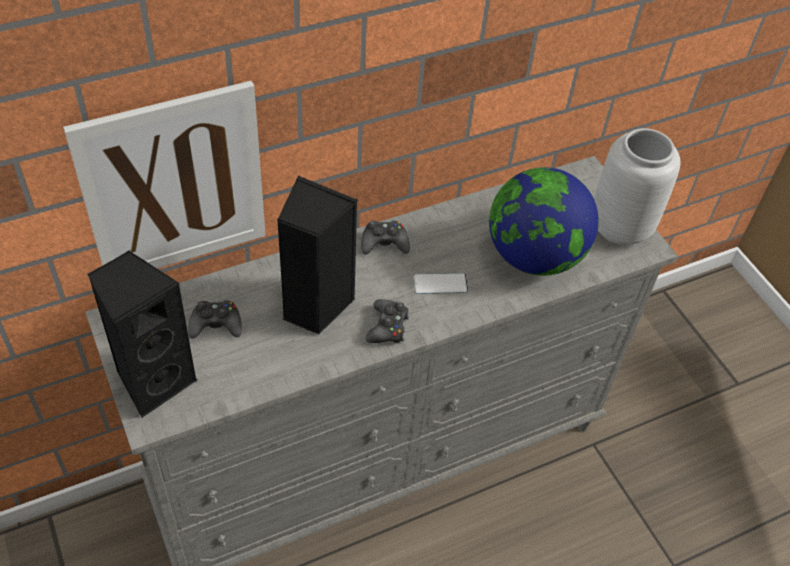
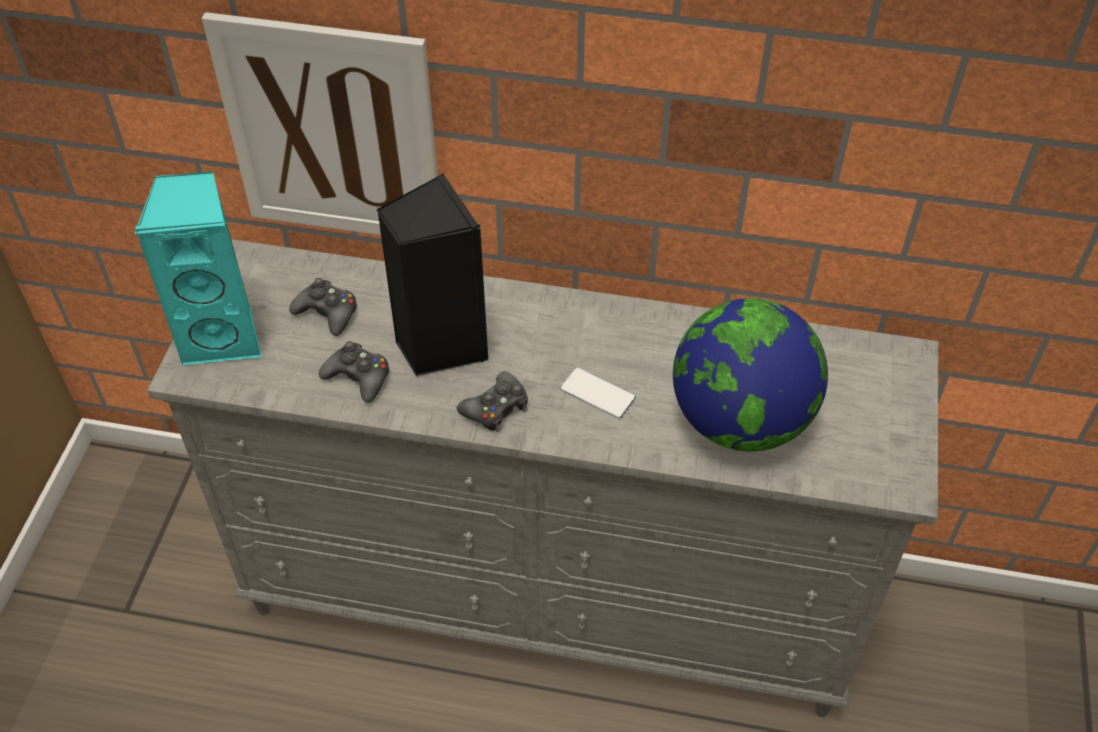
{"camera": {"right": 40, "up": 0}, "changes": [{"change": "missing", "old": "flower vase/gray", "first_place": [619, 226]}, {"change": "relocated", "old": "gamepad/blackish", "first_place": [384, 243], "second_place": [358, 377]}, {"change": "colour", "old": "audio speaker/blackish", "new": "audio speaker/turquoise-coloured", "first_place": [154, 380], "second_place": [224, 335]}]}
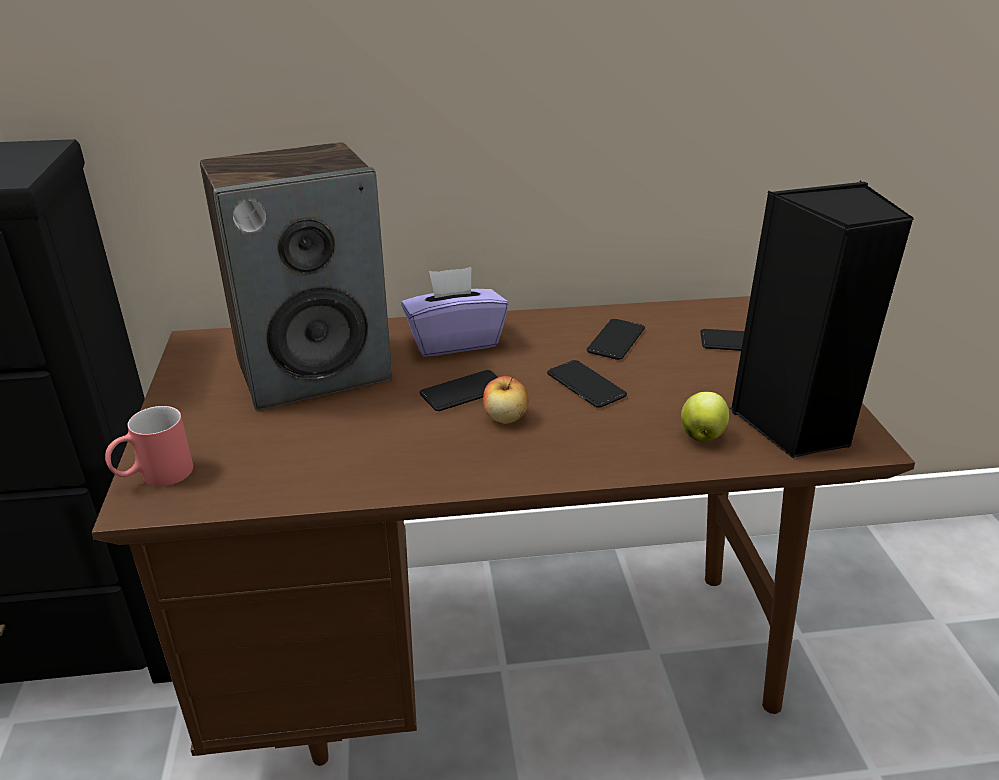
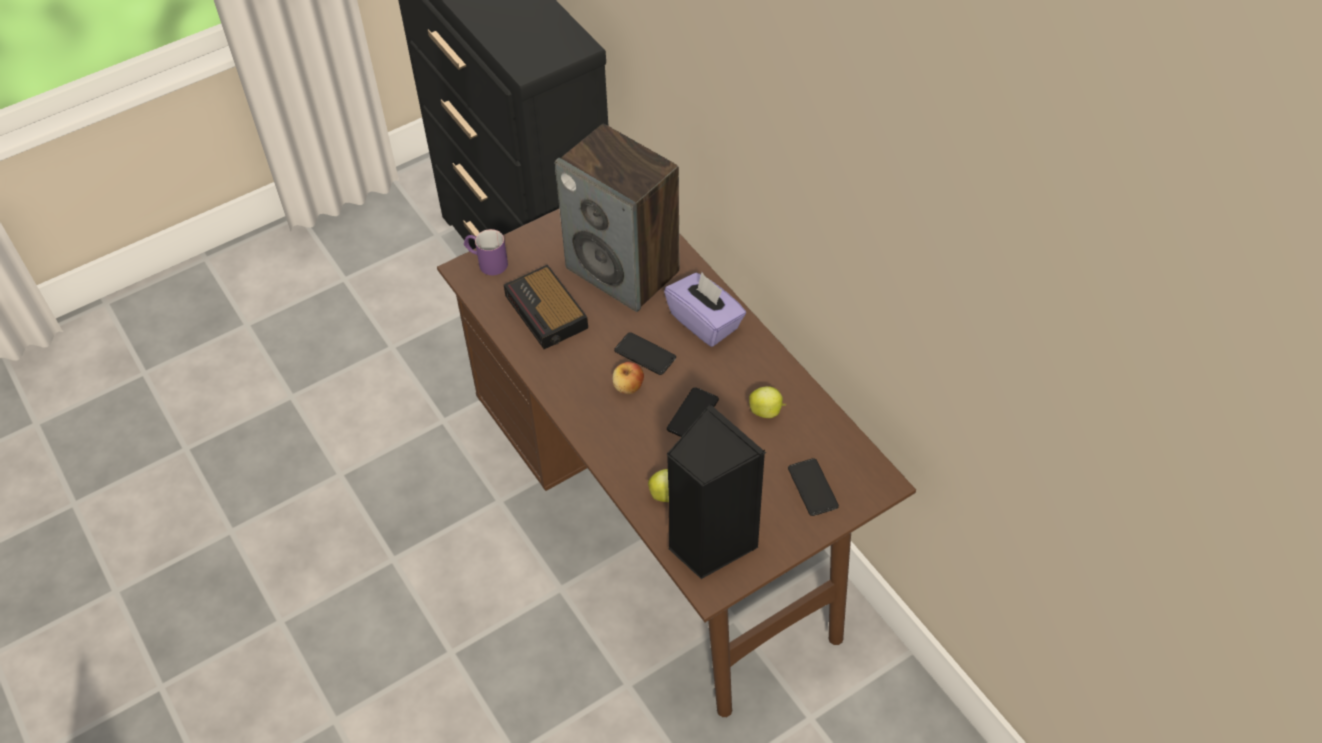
{"camera": {"right": 65, "up": 20}, "changes": [{"change": "exchanged", "old": "telephone", "new": "apple", "first_place": [616, 340], "second_place": [766, 411]}, {"change": "colour", "old": "tea mug/red-coloured", "new": "tea mug/purplish", "first_place": [154, 476], "second_place": [486, 262]}, {"change": "appeared", "new": "bedside clock", "second_place": [547, 313]}]}
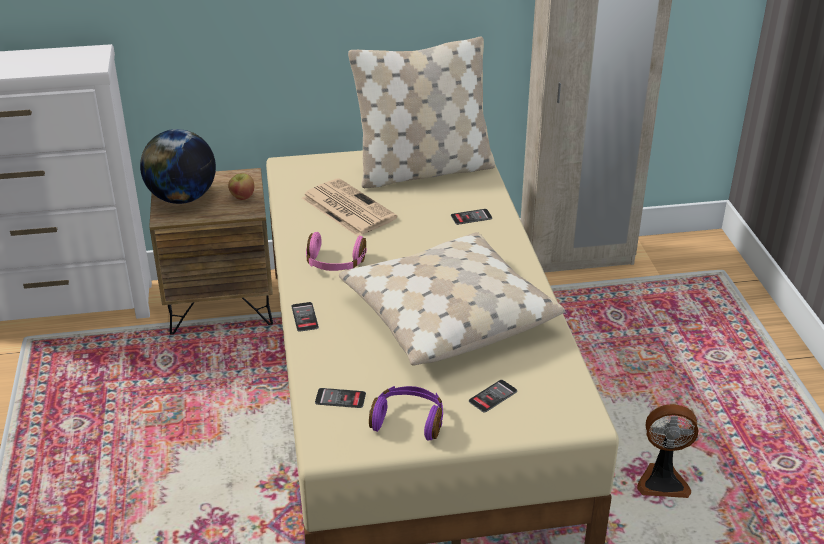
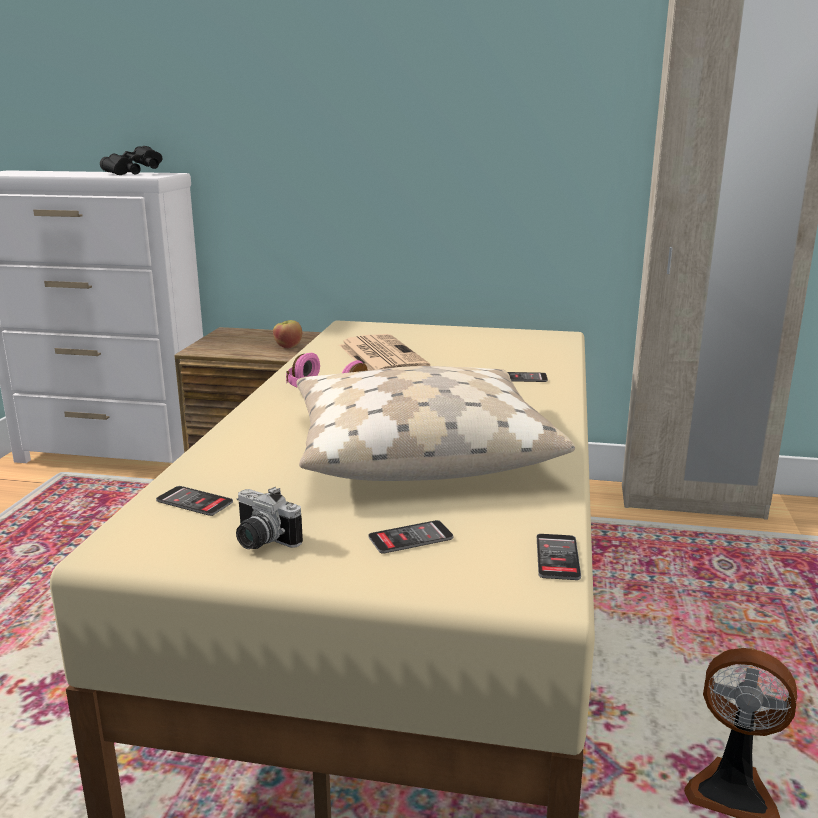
{"camera": {"right": 20, "up": -15}, "changes": [{"change": "missing", "old": "pillow/beige", "first_place": [423, 170]}, {"change": "missing", "old": "globe", "first_place": [182, 198]}, {"change": "relocated", "old": "telephone", "first_place": [304, 317], "second_place": [557, 557]}, {"change": "exchanged", "old": "headphones/purplish", "new": "still camera", "first_place": [408, 420], "second_place": [260, 541]}, {"change": "appeared", "new": "binoculars/blackish", "second_place": [135, 174]}]}
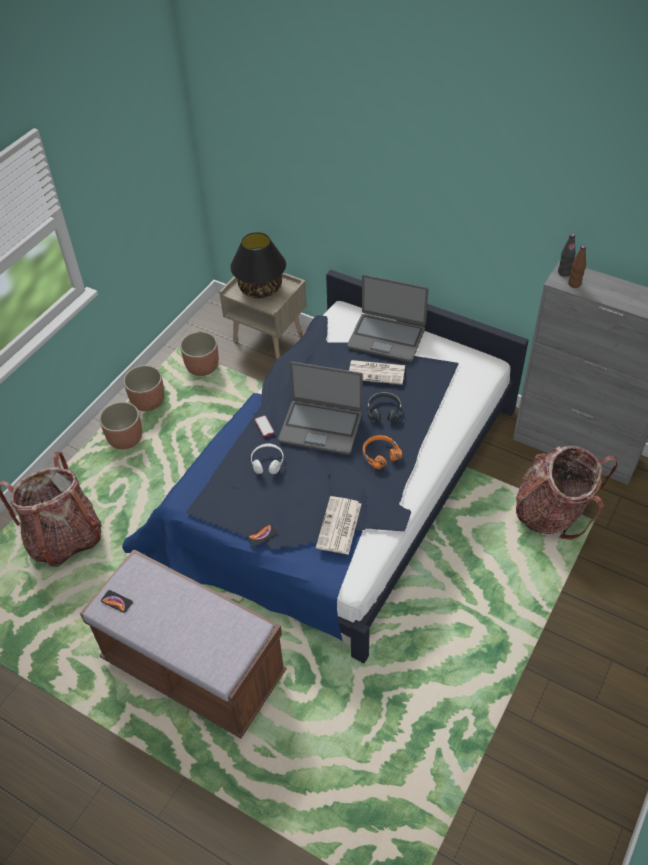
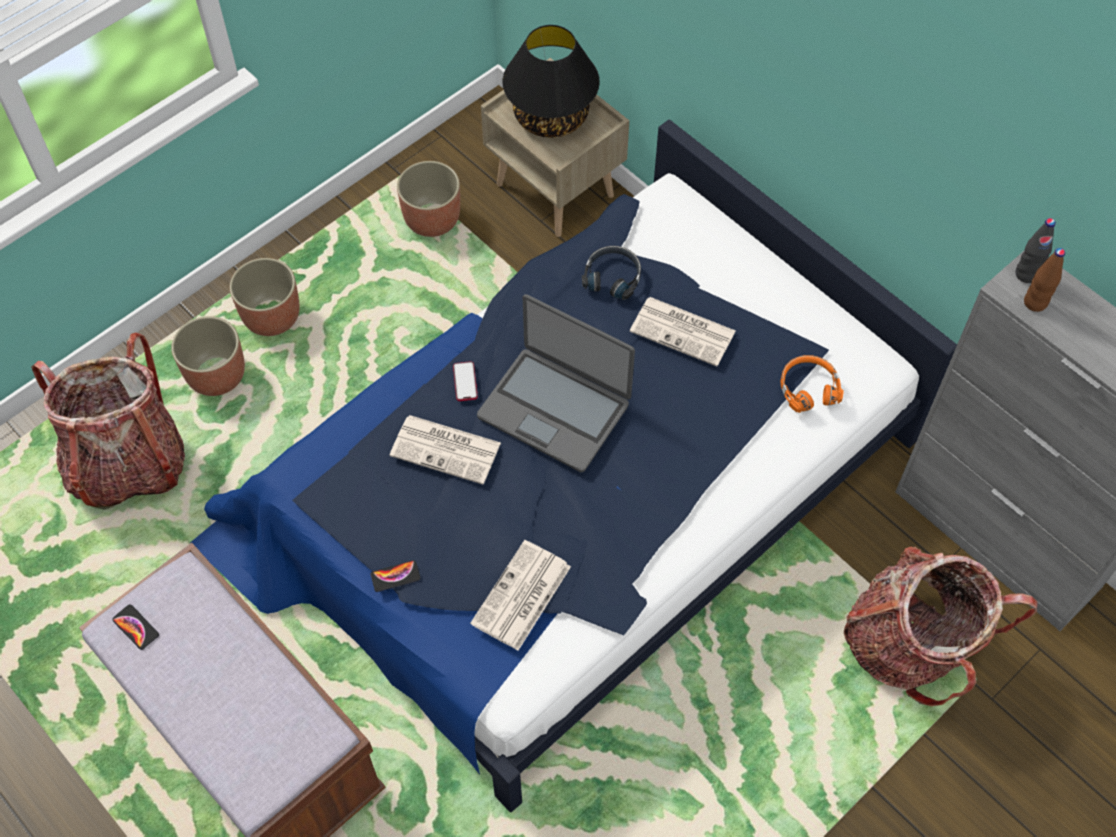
{"camera": {"right": 15, "up": 10}, "changes": [{"change": "missing", "old": "notebook computer", "first_place": [386, 337]}, {"change": "relocated", "old": "plant pot", "first_place": [148, 401], "second_place": [216, 374]}, {"change": "relocated", "old": "headphones/blackish", "first_place": [384, 410], "second_place": [612, 276]}, {"change": "relocated", "old": "headphones/orange-coloured", "first_place": [380, 454], "second_place": [808, 387]}, {"change": "exchanged", "old": "headphones/white", "new": "newspaper", "first_place": [267, 462], "second_place": [447, 449]}]}
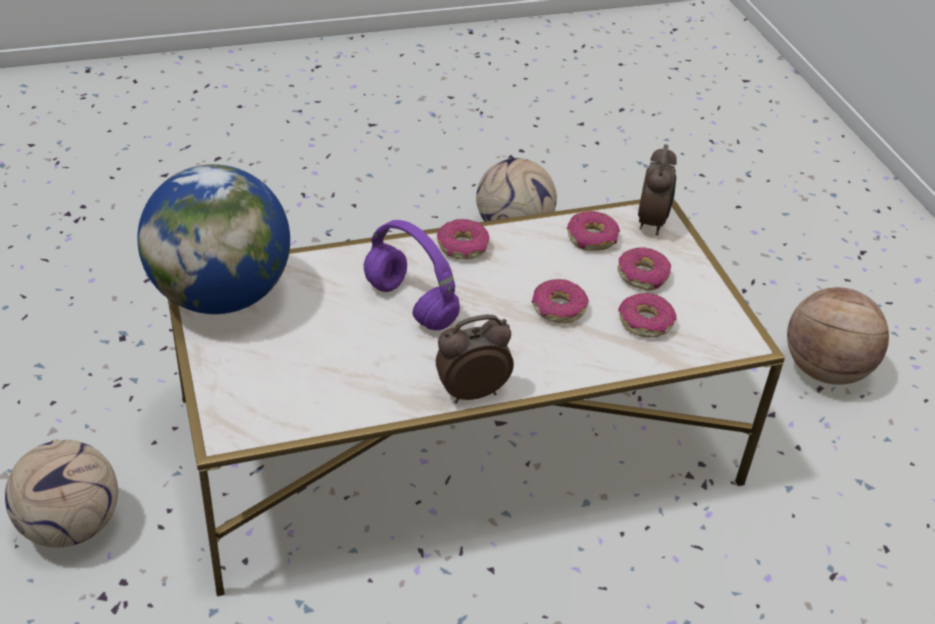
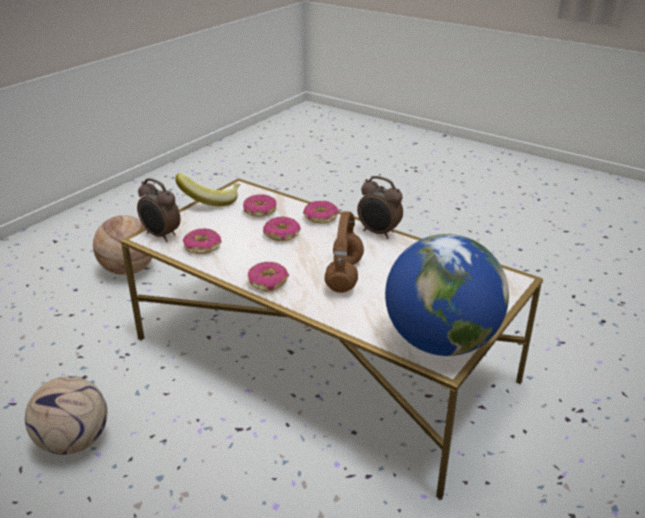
{"camera": {"right": -125, "up": -10}, "changes": [{"change": "spun", "old": "bedside clock", "first_place": [652, 222], "second_place": [161, 236], "degrees": -120}, {"change": "colour", "old": "headphones/purplish", "new": "headphones/brown-coloured", "first_place": [408, 304], "second_place": [345, 276]}, {"change": "relocated", "old": "ring doughnut", "first_place": [643, 275], "second_place": [320, 218]}, {"change": "missing", "old": "football ball", "first_place": [69, 526]}, {"change": "appeared", "new": "whole banana", "second_place": [211, 200]}]}
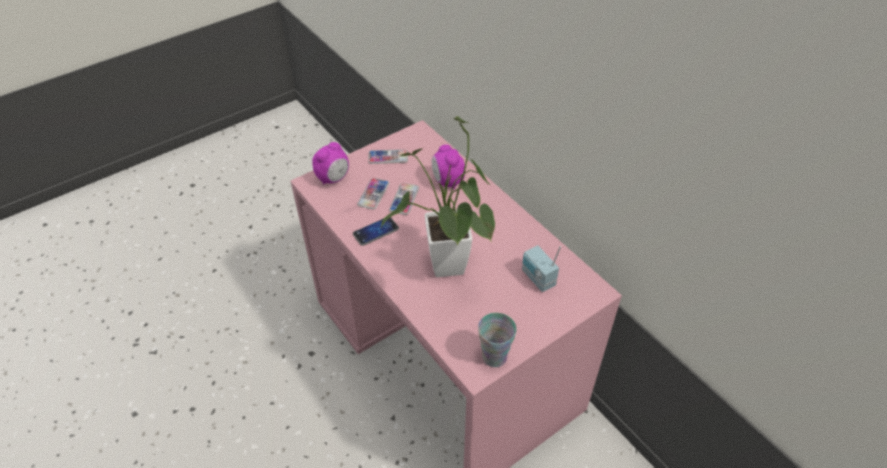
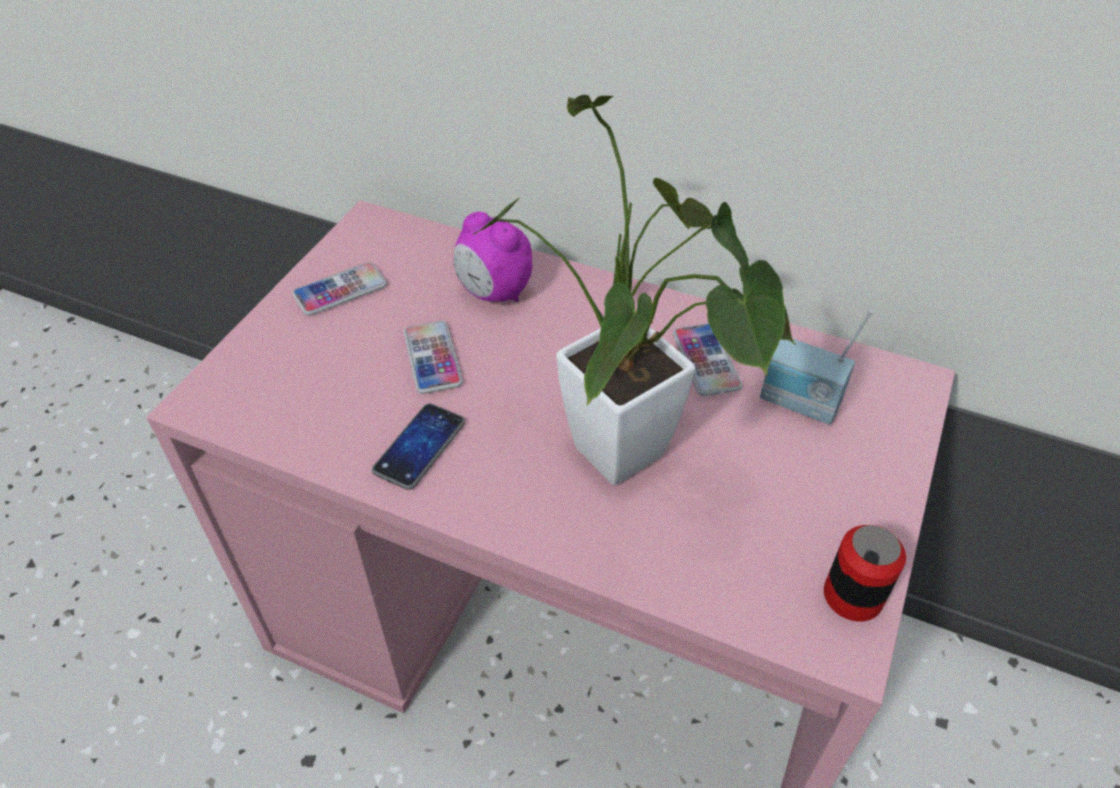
{"camera": {"right": -30, "up": 0}, "changes": [{"change": "missing", "old": "bedside clock", "first_place": [333, 178]}, {"change": "relocated", "old": "telephone", "first_place": [373, 194], "second_place": [706, 360]}, {"change": "exchanged", "old": "drinking cup", "new": "metal can", "first_place": [494, 357], "second_place": [852, 596]}]}
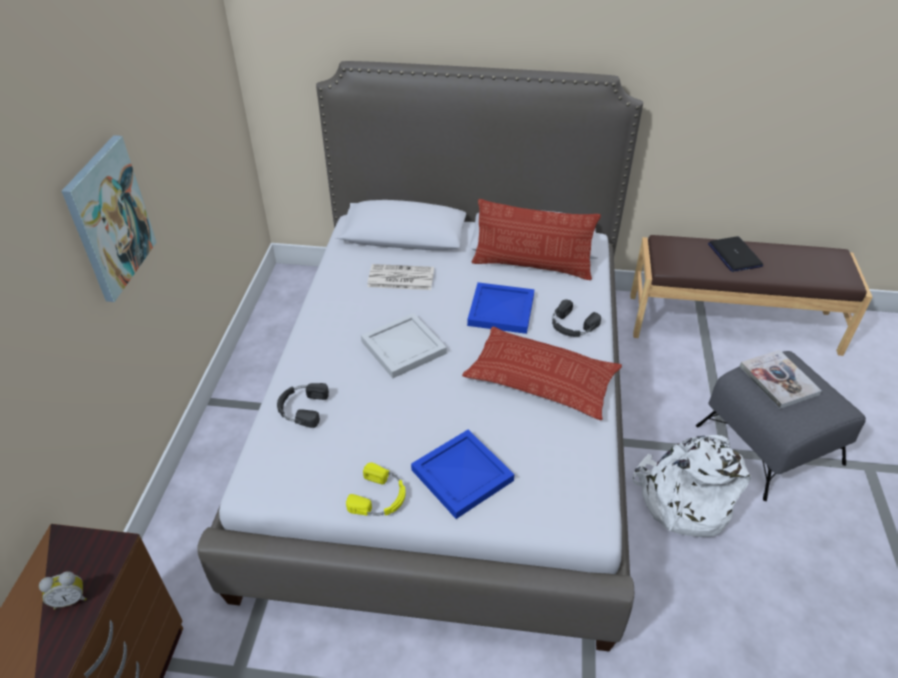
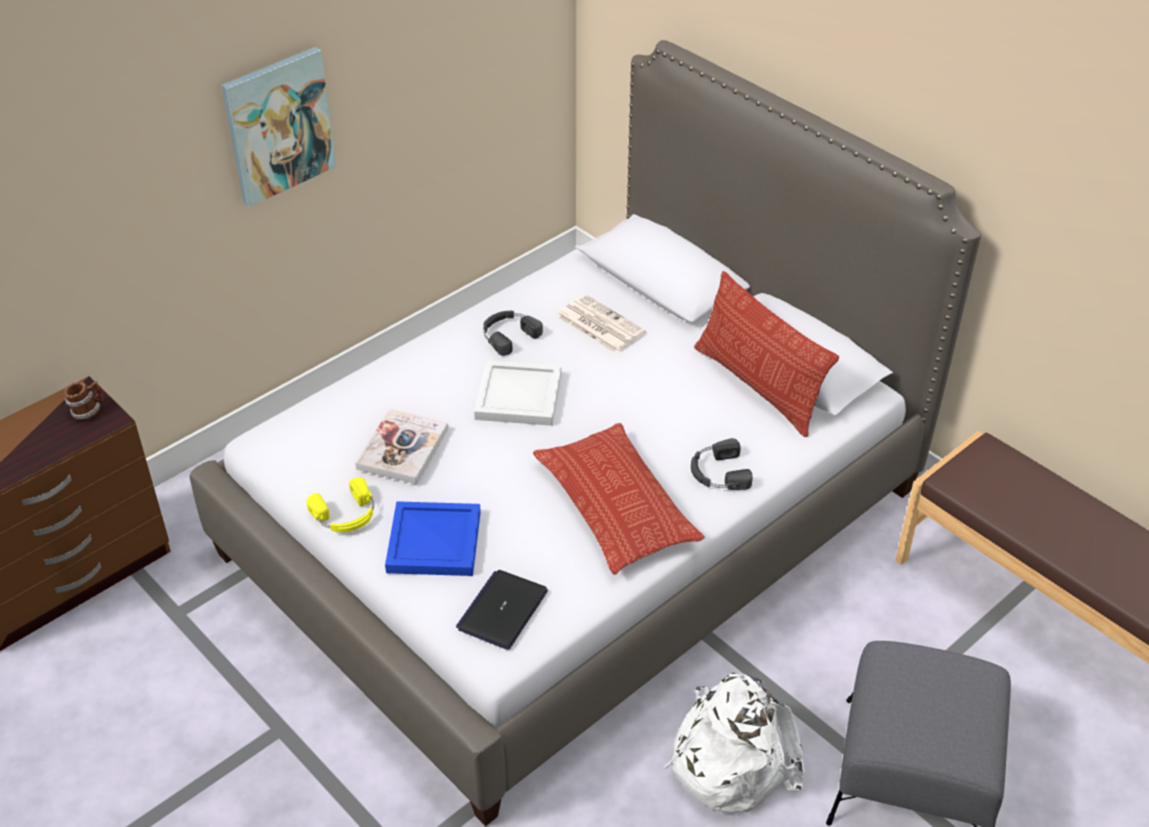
{"camera": {"right": 40, "up": 0}, "changes": [{"change": "relocated", "old": "notebook computer", "first_place": [734, 255], "second_place": [502, 610]}, {"change": "missing", "old": "serving tray/blue", "first_place": [502, 311]}, {"change": "relocated", "old": "volume", "first_place": [778, 380], "second_place": [403, 448]}, {"change": "relocated", "old": "headphones/blackish", "first_place": [301, 408], "second_place": [508, 334]}, {"change": "missing", "old": "bedside clock", "first_place": [70, 599]}, {"change": "appeared", "new": "tea mug", "second_place": [88, 412]}]}
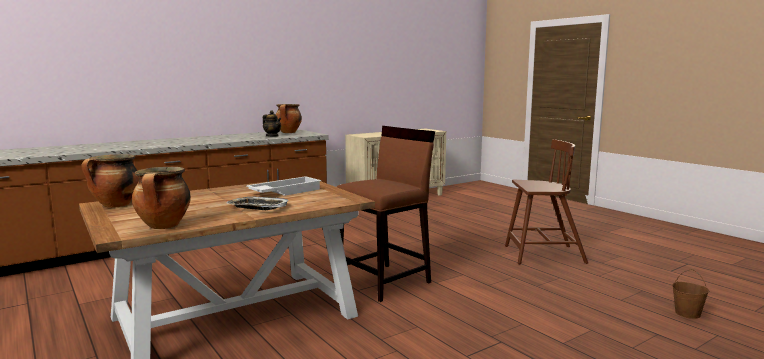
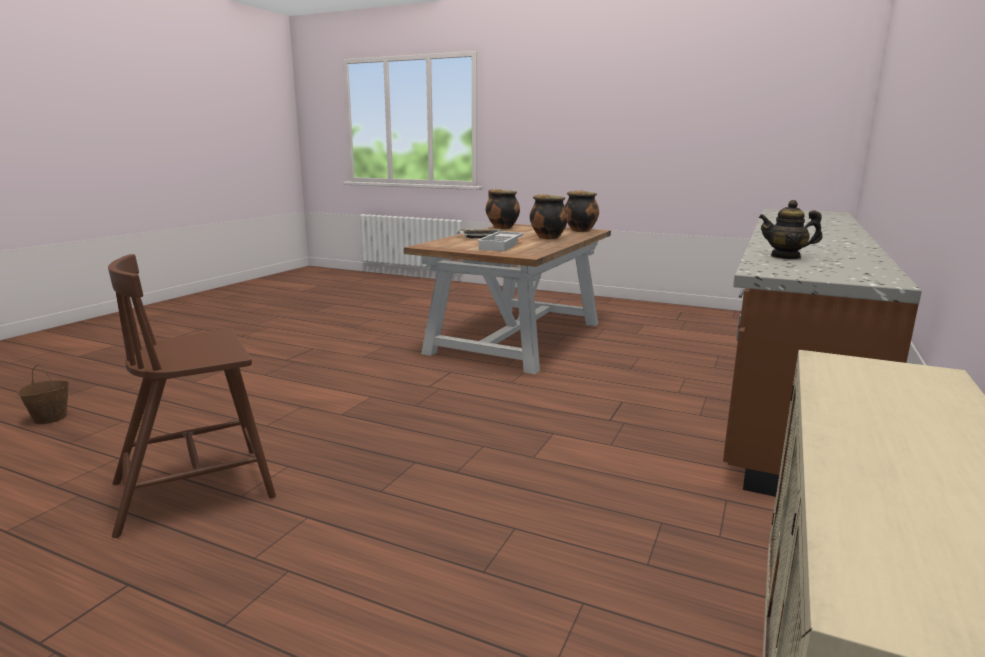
{"camera": {"right": 150, "up": 5}, "changes": [{"change": "relocated", "old": "cooking pot", "first_place": [288, 132], "second_place": [547, 238]}, {"change": "missing", "old": "sitting stool/brown-coloured", "first_place": [385, 282]}]}
